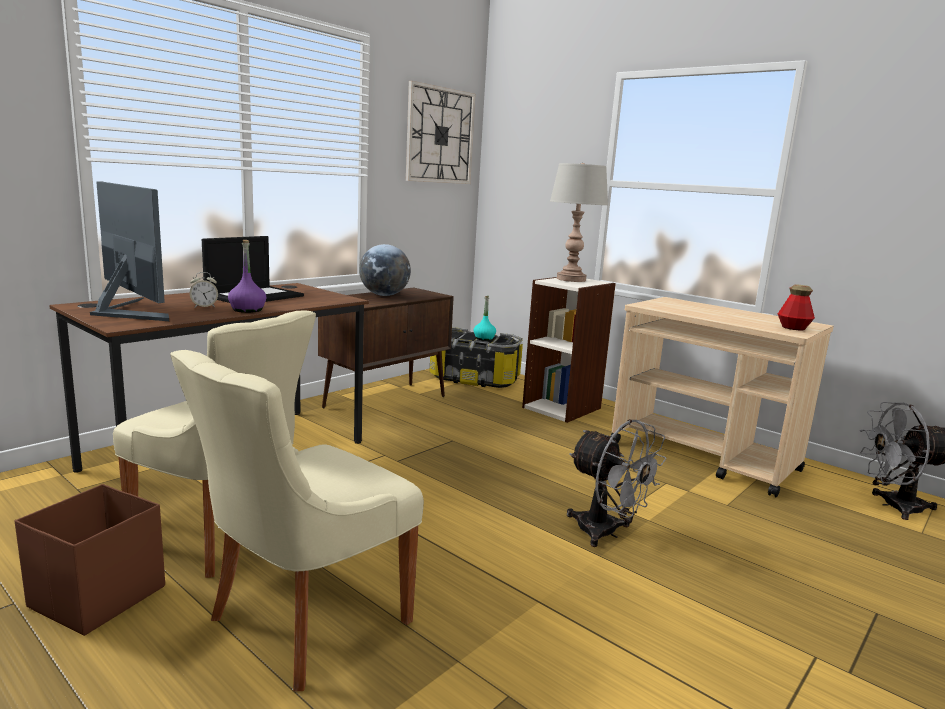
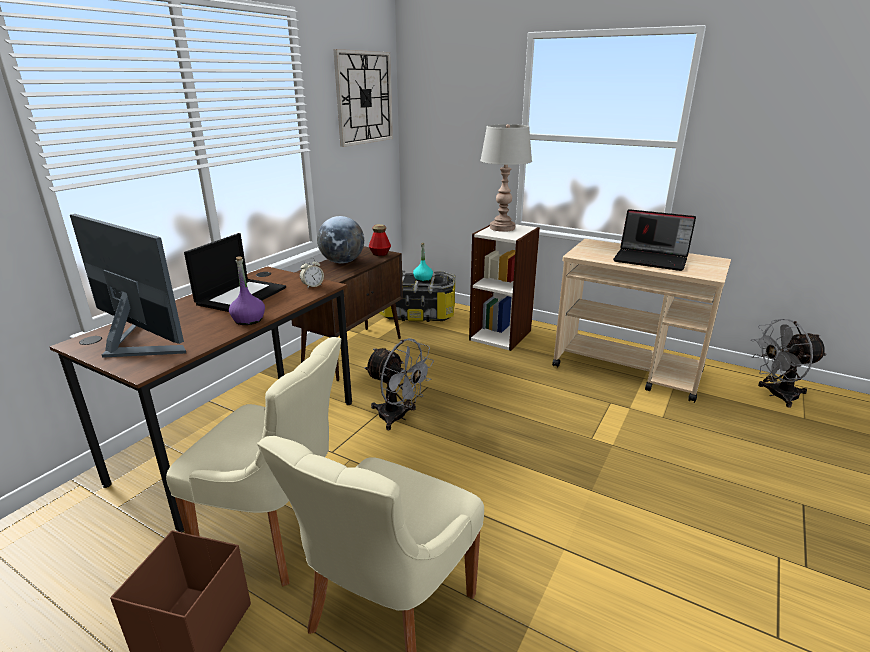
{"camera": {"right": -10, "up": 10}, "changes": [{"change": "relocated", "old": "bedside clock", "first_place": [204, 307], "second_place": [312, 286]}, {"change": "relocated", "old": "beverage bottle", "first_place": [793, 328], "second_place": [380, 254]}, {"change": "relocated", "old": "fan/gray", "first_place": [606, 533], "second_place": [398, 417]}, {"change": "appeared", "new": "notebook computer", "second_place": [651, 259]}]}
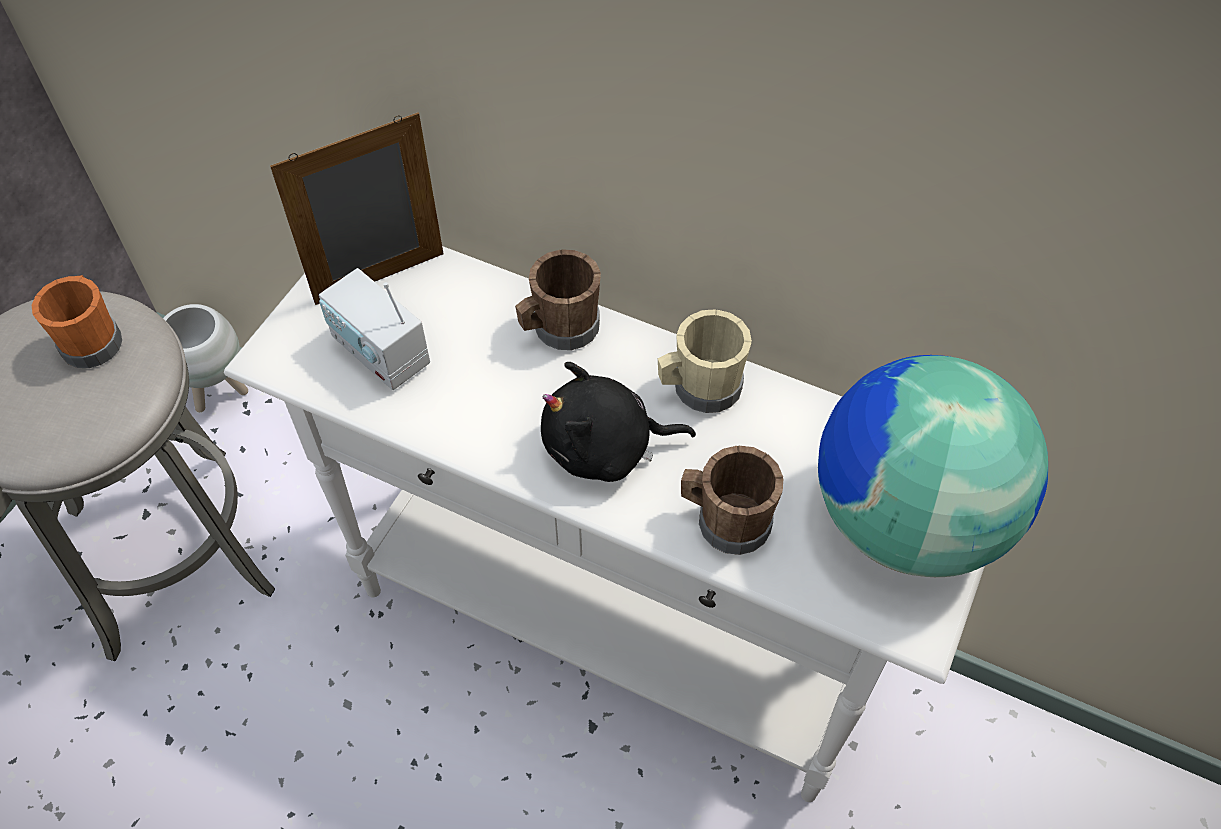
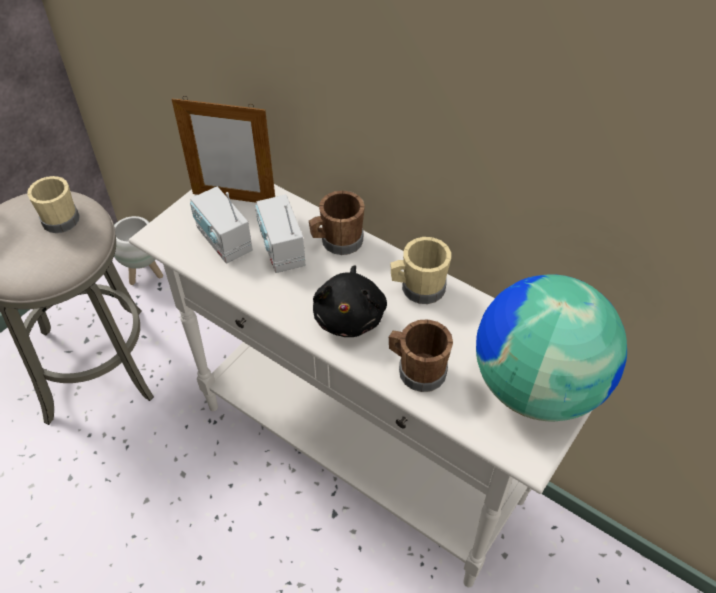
{"camera": {"right": 10, "up": -5}, "changes": [{"change": "spun", "old": "picture frame", "first_place": [380, 278], "second_place": [234, 199], "degrees": -150}, {"change": "colour", "old": "tea mug/orange-coloured", "new": "tea mug/beige", "first_place": [92, 339], "second_place": [62, 217]}, {"change": "spun", "old": "soft toy/blackish", "first_place": [605, 448], "second_place": [350, 316], "degrees": -90}, {"change": "appeared", "new": "radio set", "second_place": [282, 250]}]}
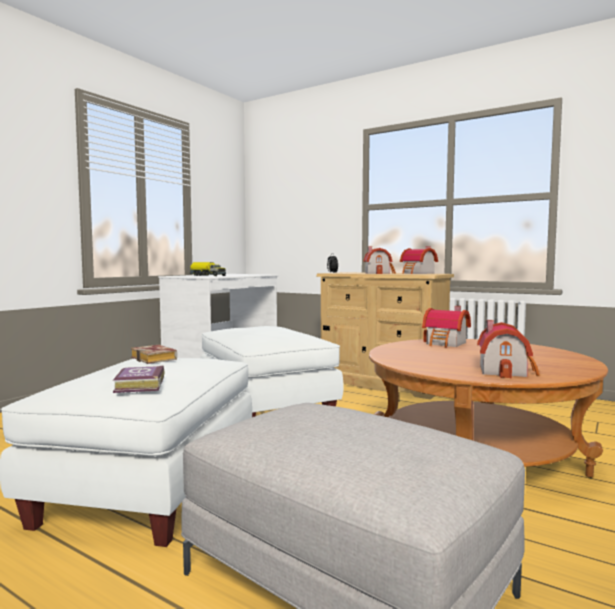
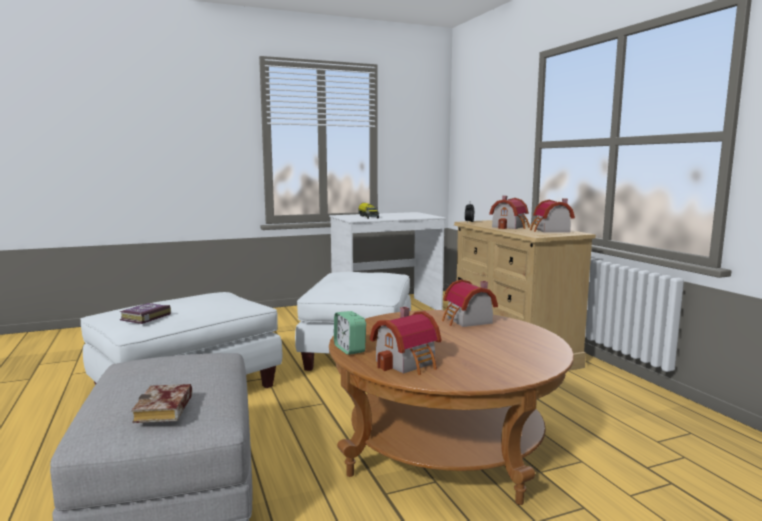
{"camera": {"right": 35, "up": 5}, "changes": [{"change": "relocated", "old": "volume", "first_place": [156, 359], "second_place": [165, 410]}, {"change": "appeared", "new": "bedside clock", "second_place": [349, 349]}]}
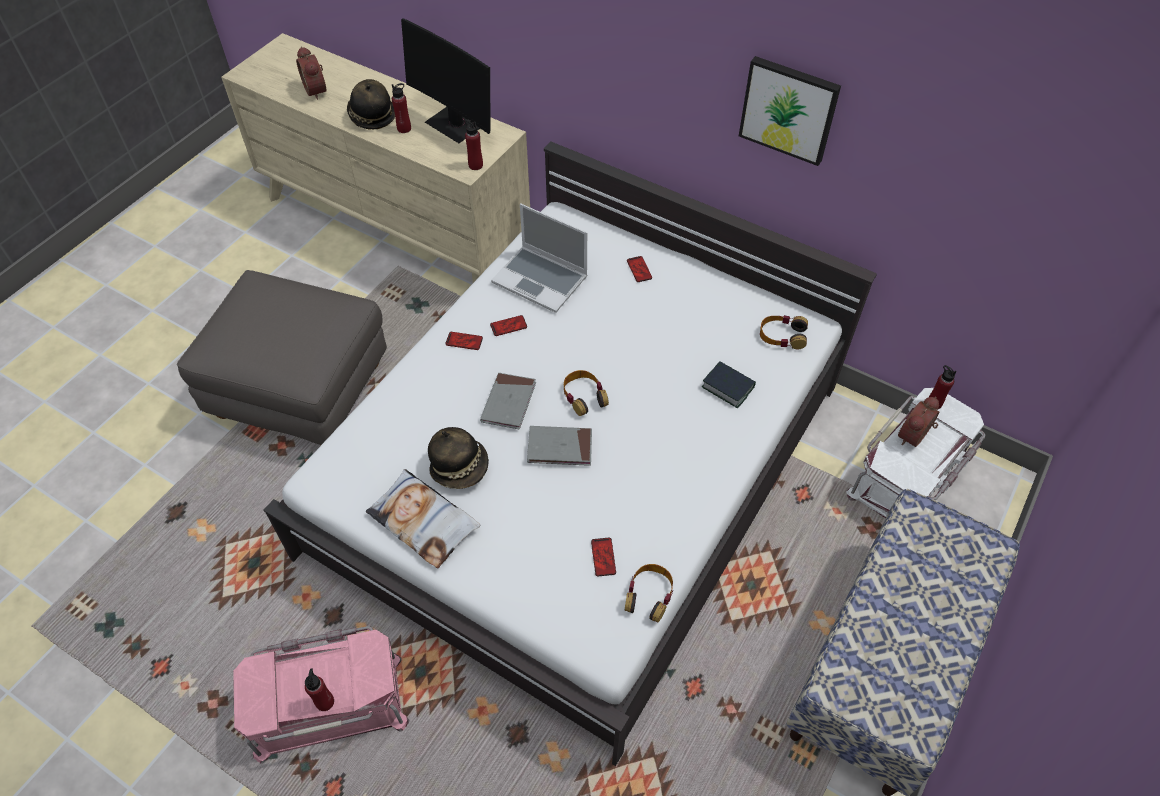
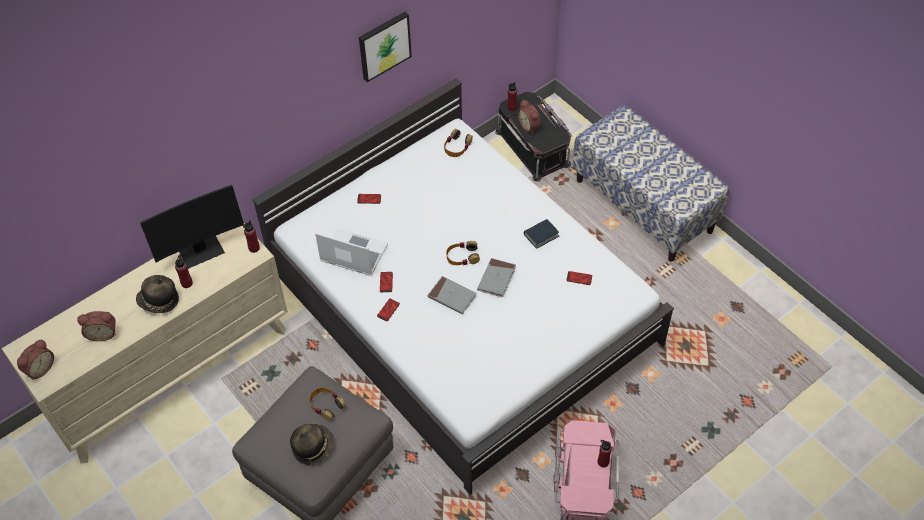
{"camera": {"right": -70, "up": 0}, "changes": [{"change": "spun", "old": "notebook computer", "first_place": [541, 280], "second_place": [352, 254], "degrees": -120}, {"change": "relocated", "old": "volume", "first_place": [728, 387], "second_place": [541, 235]}, {"change": "colour", "old": "storage bin/white", "new": "storage bin/blackish", "first_place": [909, 475], "second_place": [534, 148]}, {"change": "relocated", "old": "clothing hat", "first_place": [460, 467], "second_place": [312, 446]}, {"change": "missing", "old": "pillow", "first_place": [424, 521]}, {"change": "relocated", "old": "headphones", "first_place": [649, 595], "second_place": [326, 405]}, {"change": "appeared", "new": "bedside clock", "second_place": [39, 368]}]}
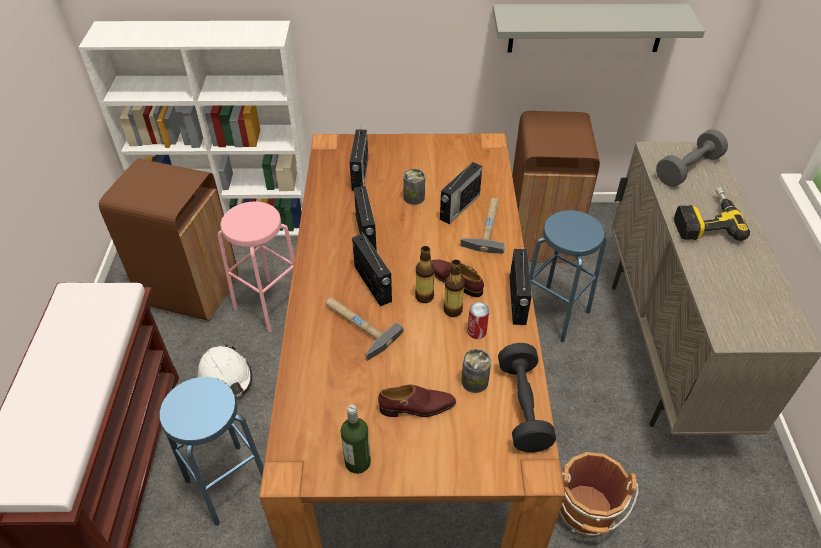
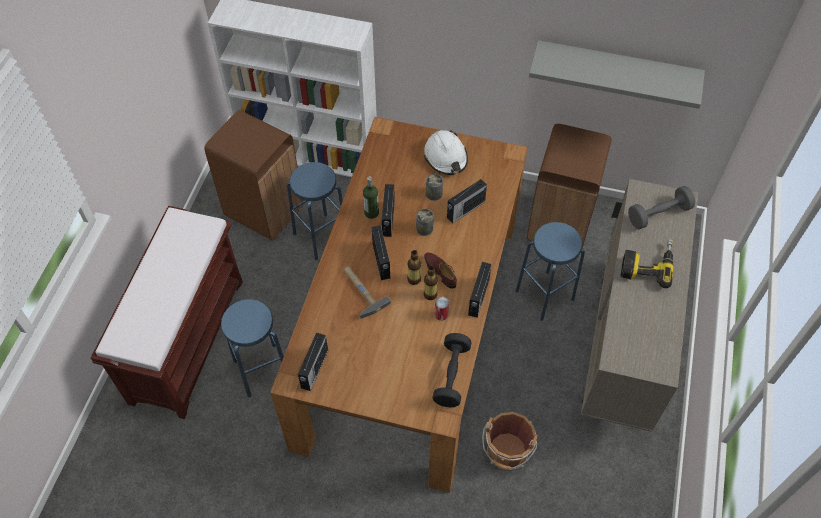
{"camera": {"right": 15, "up": 10}, "changes": [{"change": "relocated", "old": "radio set", "first_place": [359, 174], "second_place": [314, 370]}, {"change": "missing", "old": "tool hammer", "first_place": [486, 226]}, {"change": "colour", "old": "sitting stool/pinkish", "new": "sitting stool/blue", "first_place": [269, 304], "second_place": [321, 236]}, {"change": "relocated", "old": "hard hat/white", "first_place": [226, 378], "second_place": [446, 157]}, {"change": "relocated", "old": "metal can", "first_place": [474, 381], "second_place": [424, 228]}, {"change": "missing", "old": "item of footwear/brown-coloured", "first_place": [417, 407]}, {"change": "relocated", "old": "beverage bottle", "first_place": [357, 462], "second_place": [371, 213]}]}
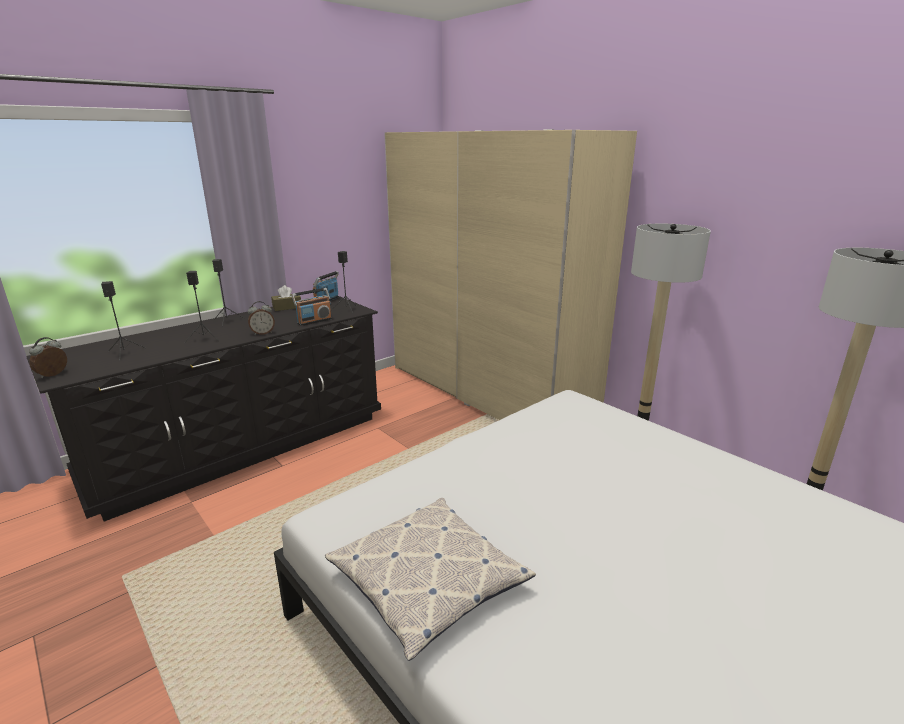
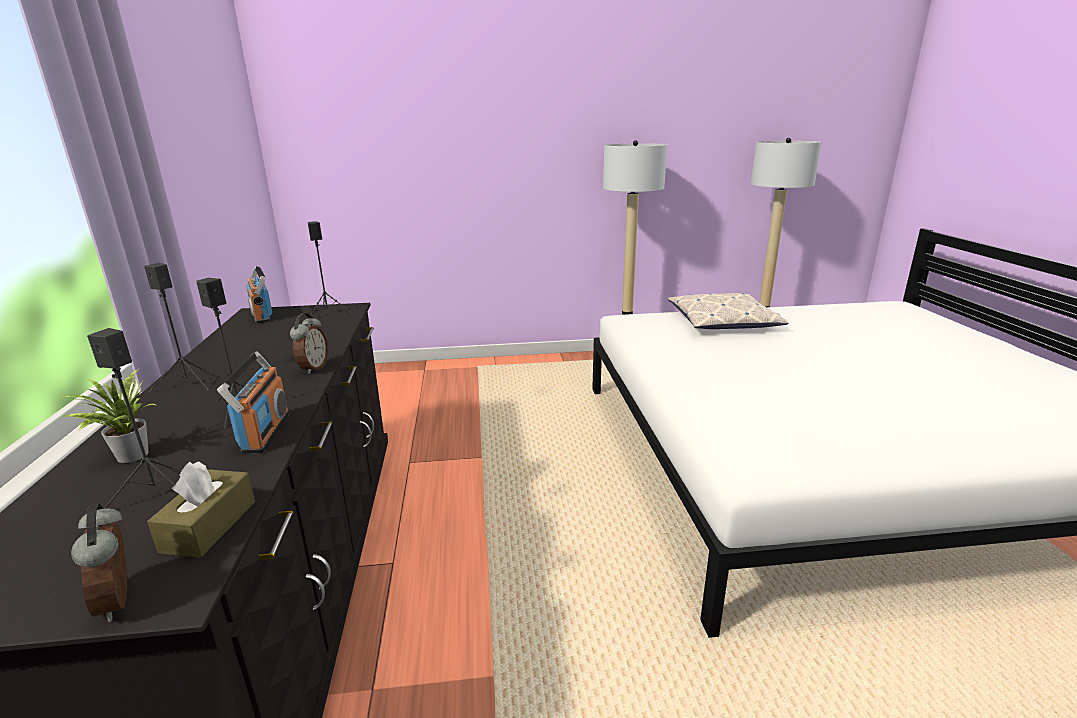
{"camera": {"right": -55, "up": 0}, "changes": [{"change": "missing", "old": "wardrobe/beige", "first_place": [487, 392]}, {"change": "relocated", "old": "tissue box/brown-coloured", "first_place": [287, 307], "second_place": [209, 526]}, {"change": "relocated", "old": "radio set", "first_place": [314, 321], "second_place": [265, 432]}, {"change": "relocated", "old": "pillow", "first_place": [428, 580], "second_place": [722, 321]}, {"change": "appeared", "new": "plant in a pot", "second_place": [128, 455]}]}
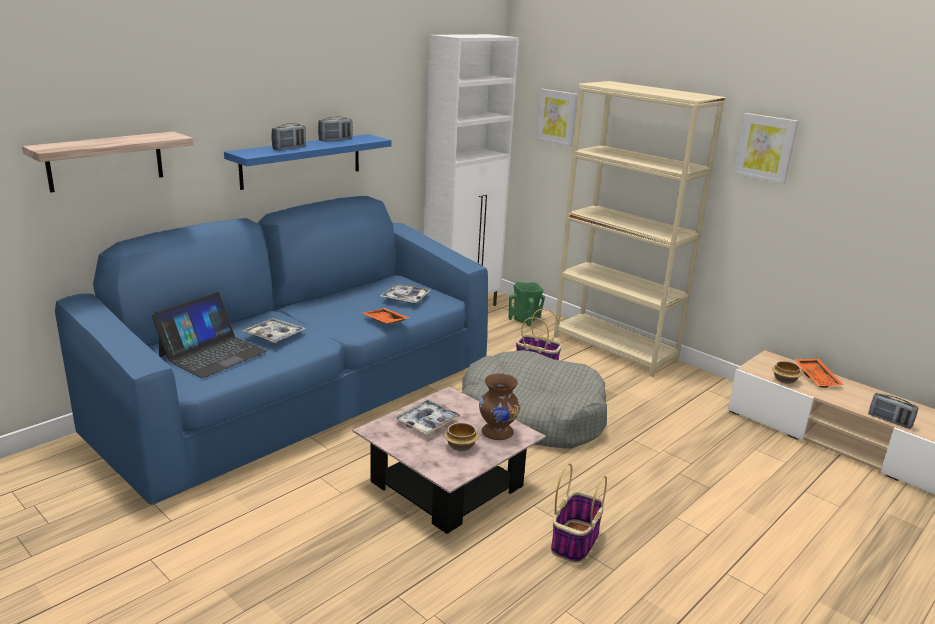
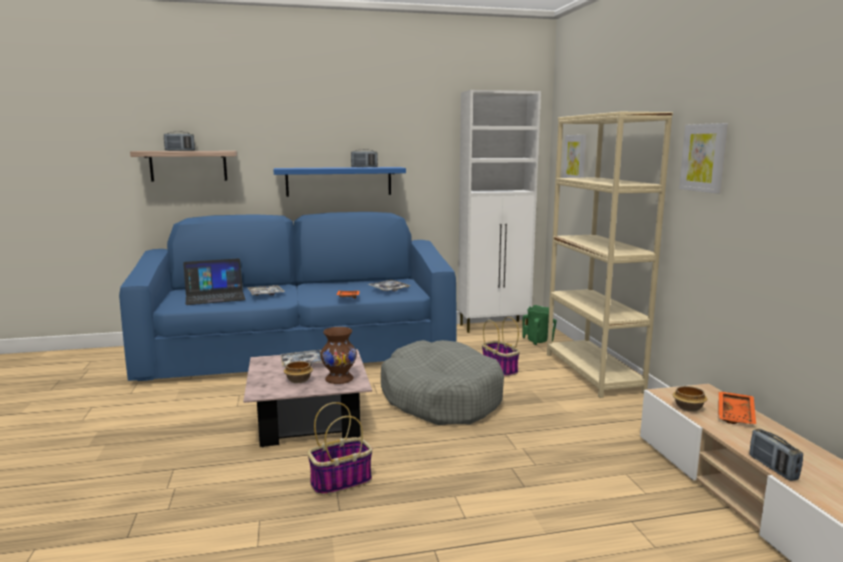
{"camera": {"right": 35, "up": -10}, "changes": [{"change": "relocated", "old": "radio set", "first_place": [289, 148], "second_place": [180, 150]}]}
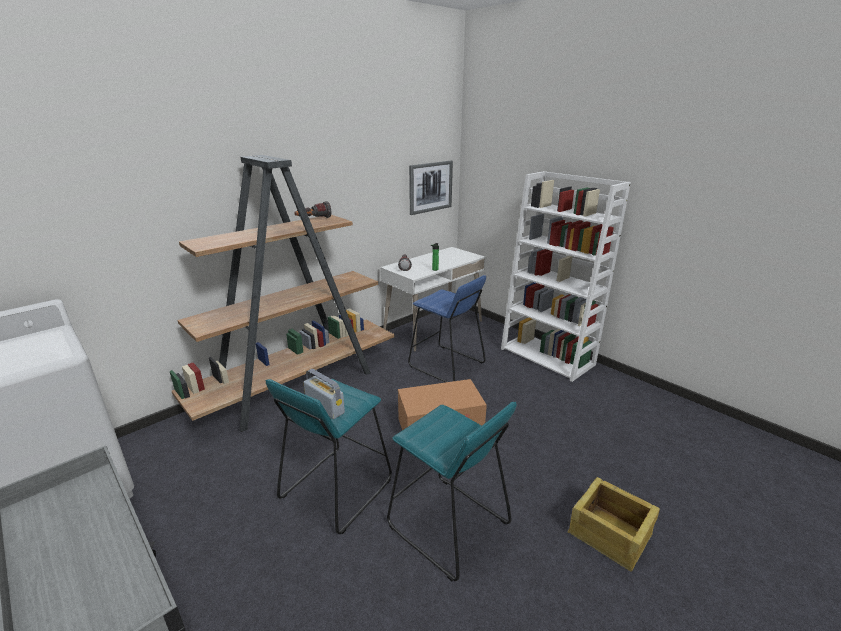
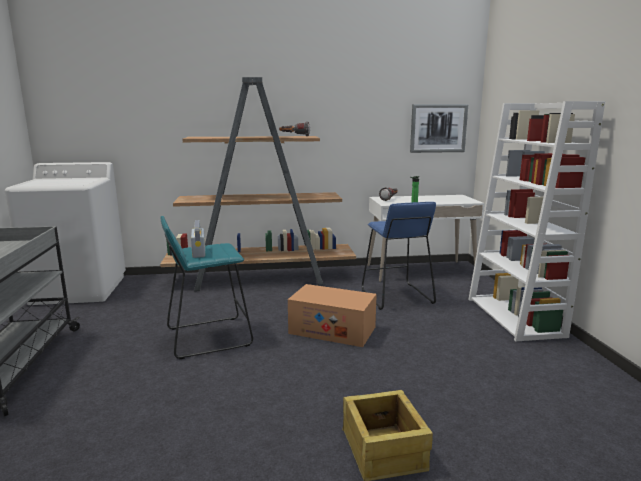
{"camera": {"right": 35, "up": -10}, "changes": [{"change": "missing", "old": "sitting stool/turquoise-coloured", "first_place": [447, 525]}]}
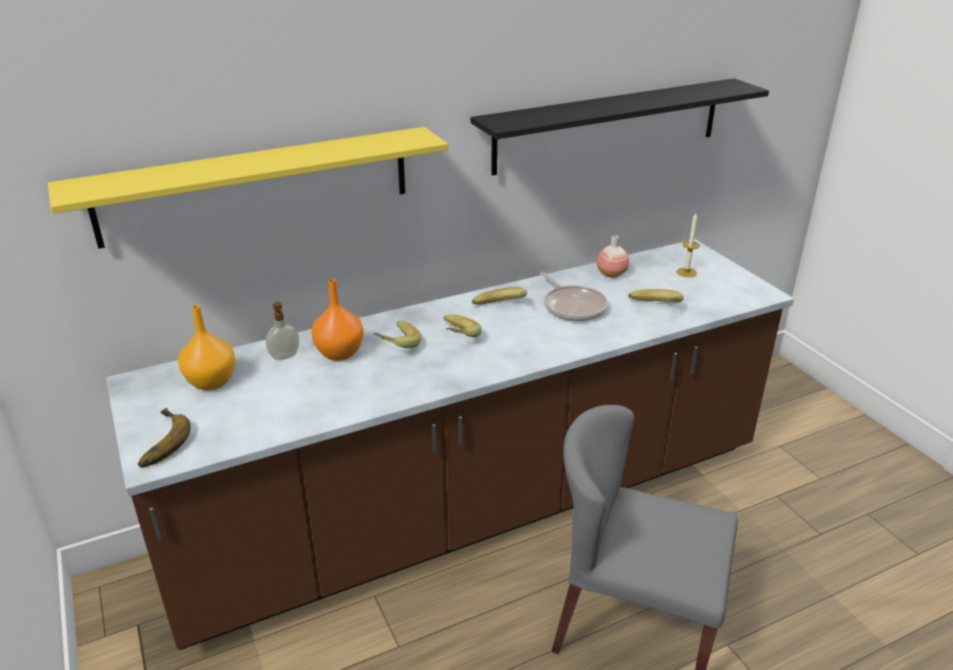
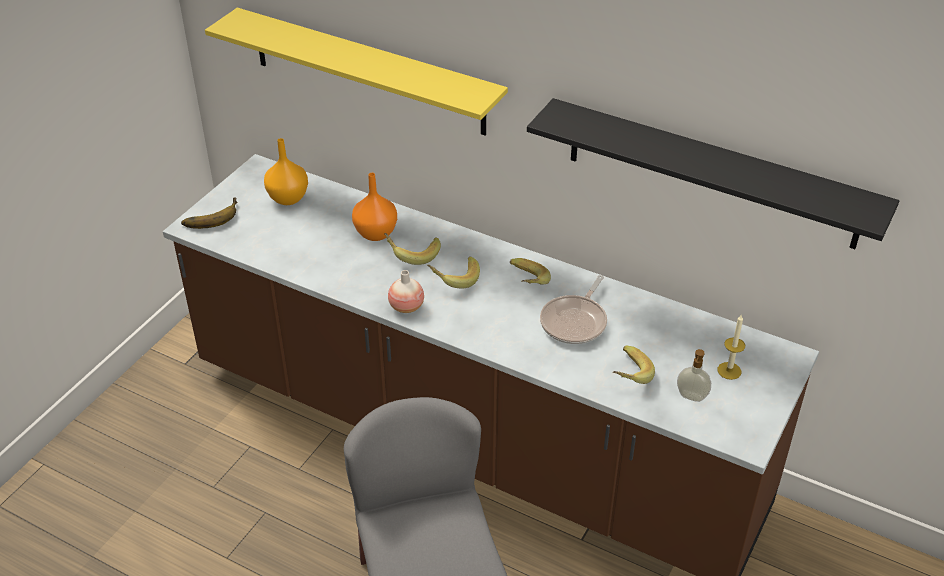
{"camera": {"right": 55, "up": 10}, "changes": [{"change": "relocated", "old": "flower vase", "first_place": [611, 274], "second_place": [406, 307]}, {"change": "relocated", "old": "soap dispenser", "first_place": [285, 357], "second_place": [691, 397]}]}
